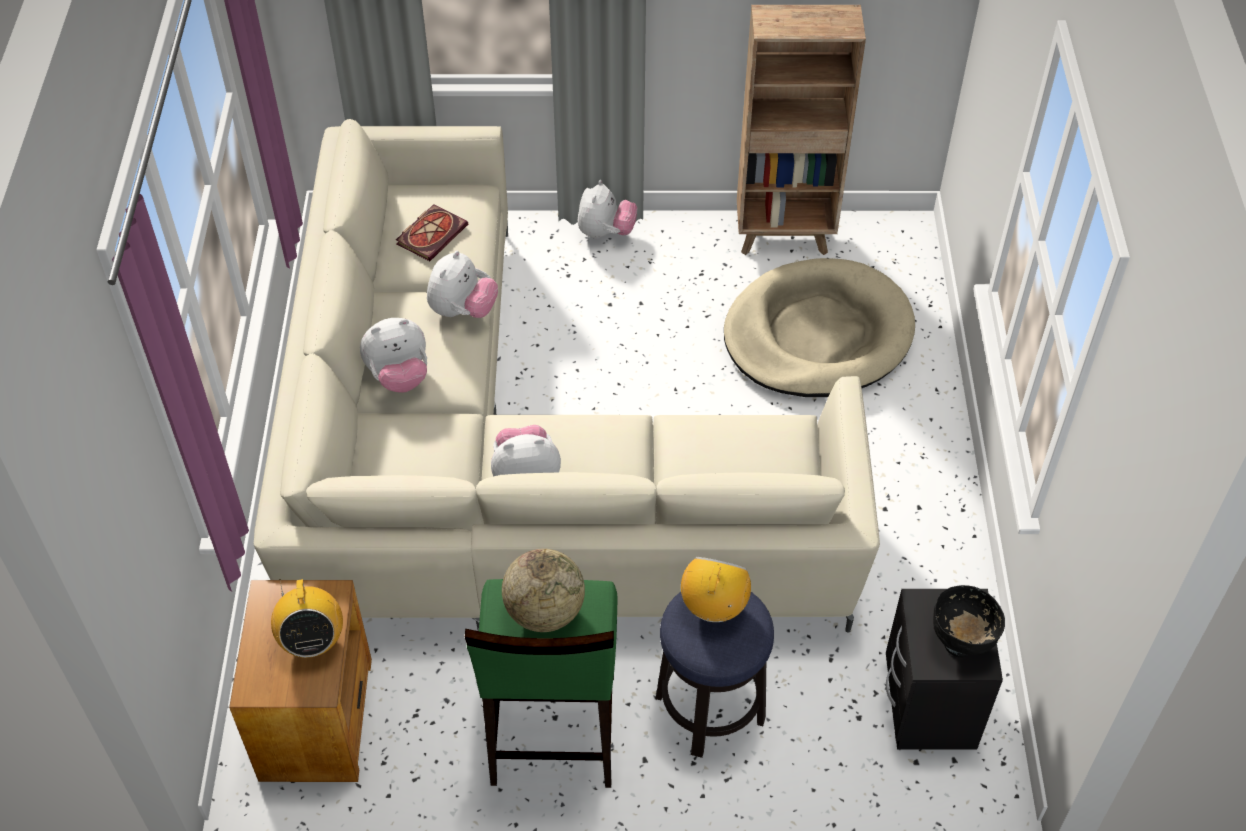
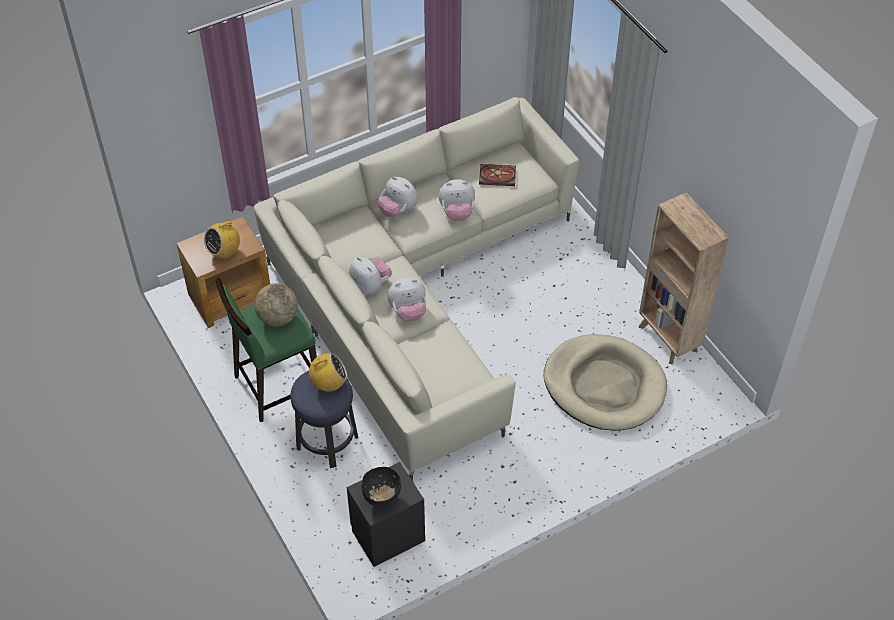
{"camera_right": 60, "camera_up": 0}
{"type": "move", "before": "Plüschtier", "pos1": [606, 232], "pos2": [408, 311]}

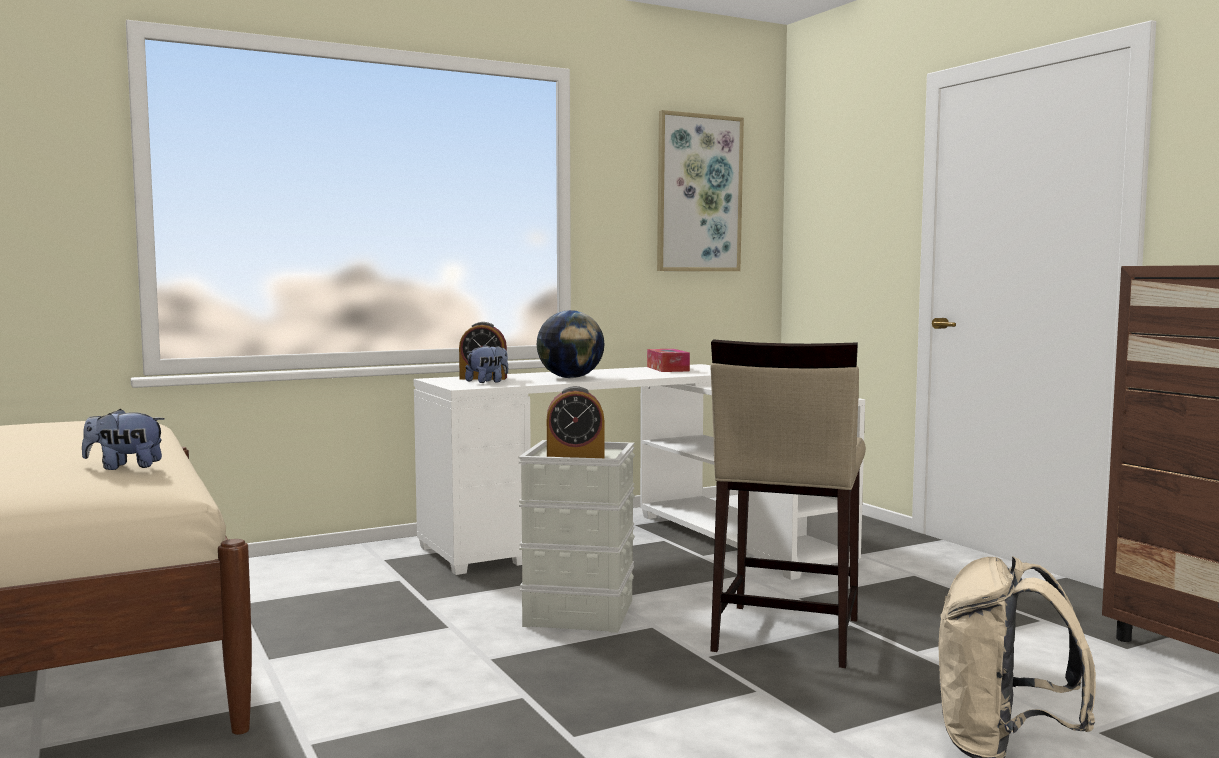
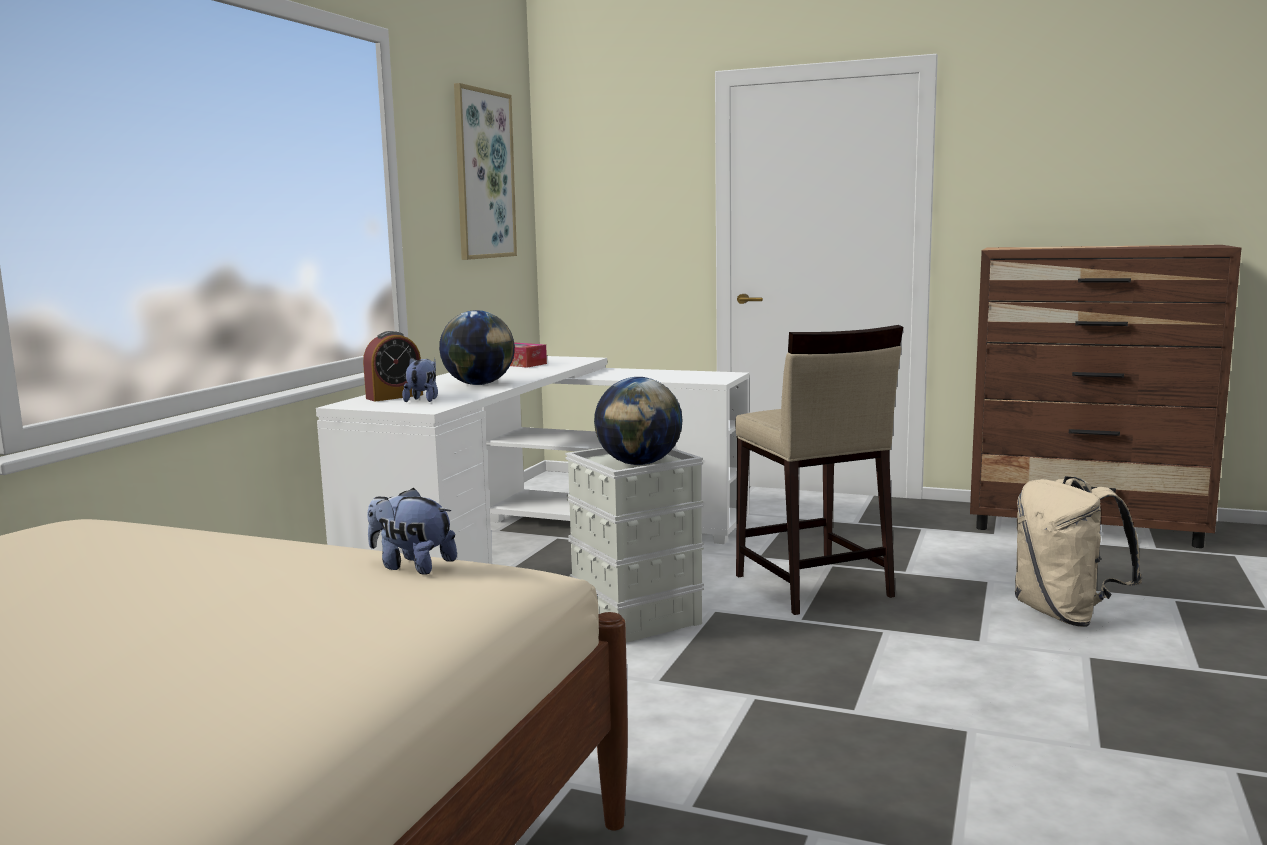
{"camera_right": -40, "camera_up": 5}
{"type": "rotate", "before": "Plüschtier", "pos1": [125, 467], "pos2": [411, 566], "turn": 75}
{"type": "replace", "before": "Wecker", "after": "Globus", "pos1": [575, 457], "pos2": [639, 463]}

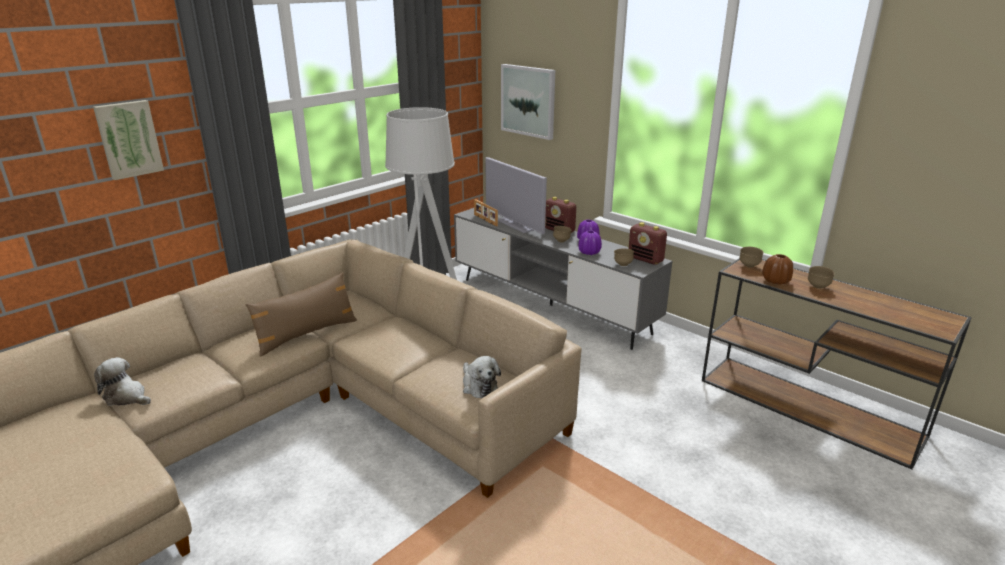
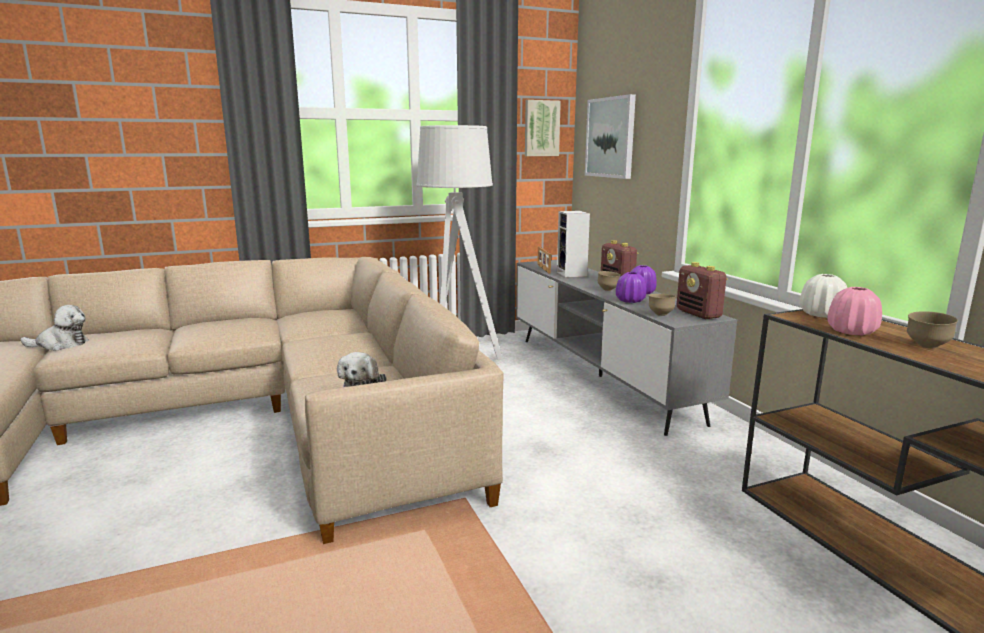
{"camera_right": 25, "camera_up": -10}
{"type": "rotate", "before": "Plüschtier", "pos1": [127, 397], "pos2": [61, 345], "turn": 120}
{"type": "move", "before": "Bild", "pos1": [128, 139], "pos2": [541, 128]}
{"type": "replace", "before": "Fernseher", "after": "Lautsprecher", "pos1": [516, 224], "pos2": [572, 274]}
{"type": "replace", "before": "Schüssel [braun]", "after": "Vase [weiß]", "pos1": [749, 266], "pos2": [821, 315]}
{"type": "recolor", "before": "Vase [braun]", "after": "Vase [rosa]", "pos1": [775, 281], "pos2": [851, 332]}
{"type": "delete", "before": "Kissen [braun]", "pos1": [306, 334]}

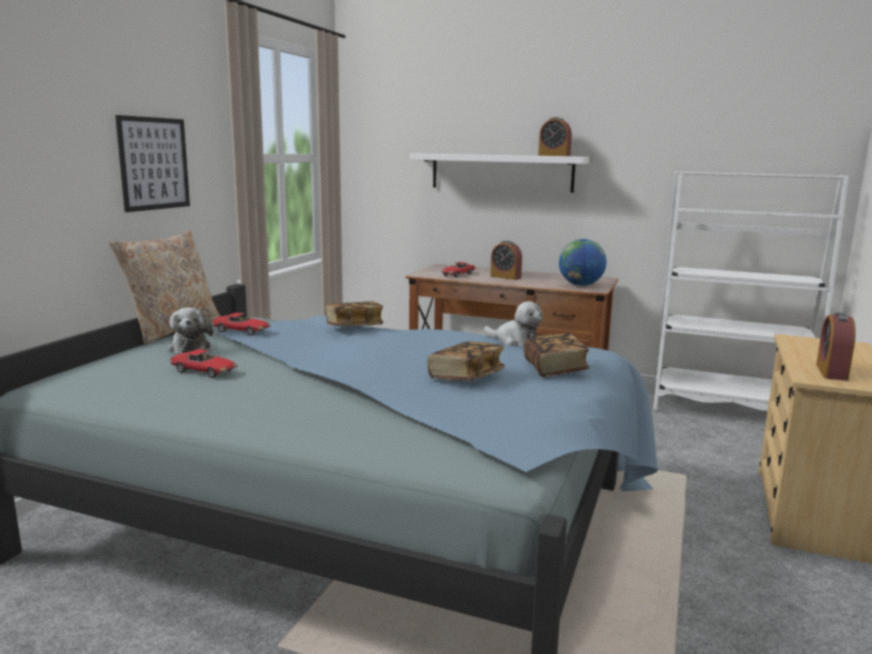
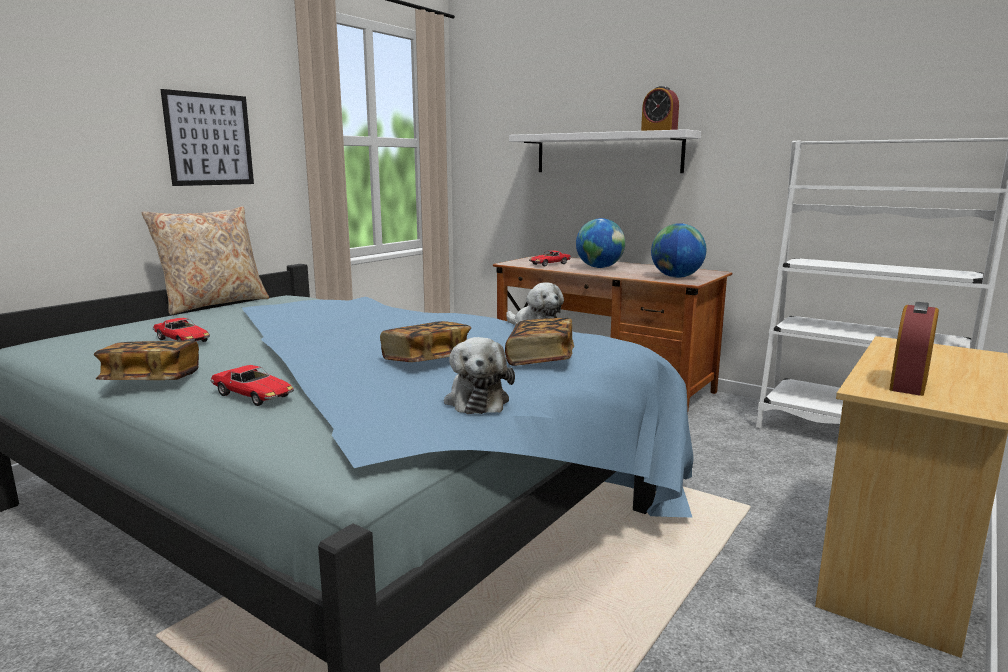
{"camera_right": 15, "camera_up": 0}
{"type": "move", "before": "Buch", "pos1": [354, 327], "pos2": [152, 380]}
{"type": "move", "before": "Spielzeugauto", "pos1": [242, 331], "pos2": [254, 396]}
{"type": "move", "before": "Plüschtier", "pos1": [189, 347], "pos2": [477, 400]}
{"type": "replace", "before": "Wecker", "after": "Globus", "pos1": [505, 277], "pos2": [599, 267]}

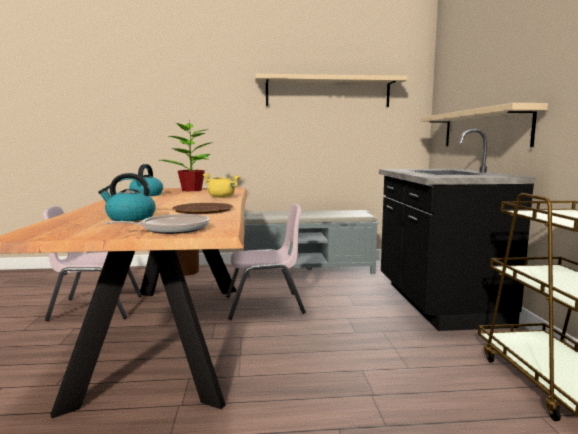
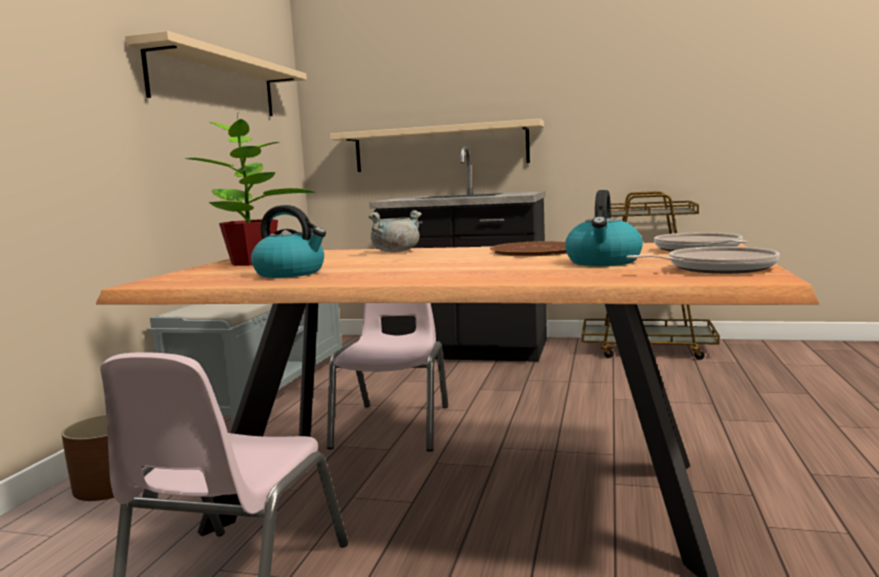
{"camera_right": -70, "camera_up": 0}
{"type": "recolor", "before": "Kochtopf [gelb]", "after": "Kochtopf [grau]", "pos1": [222, 197], "pos2": [396, 251]}
{"type": "insert", "after": "Pfanne", "pos2": [715, 268]}

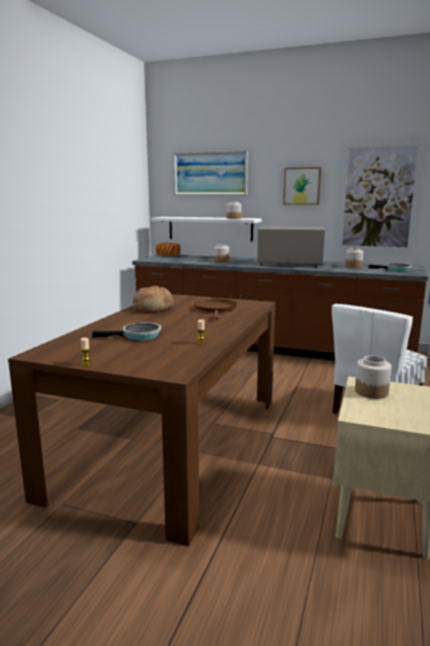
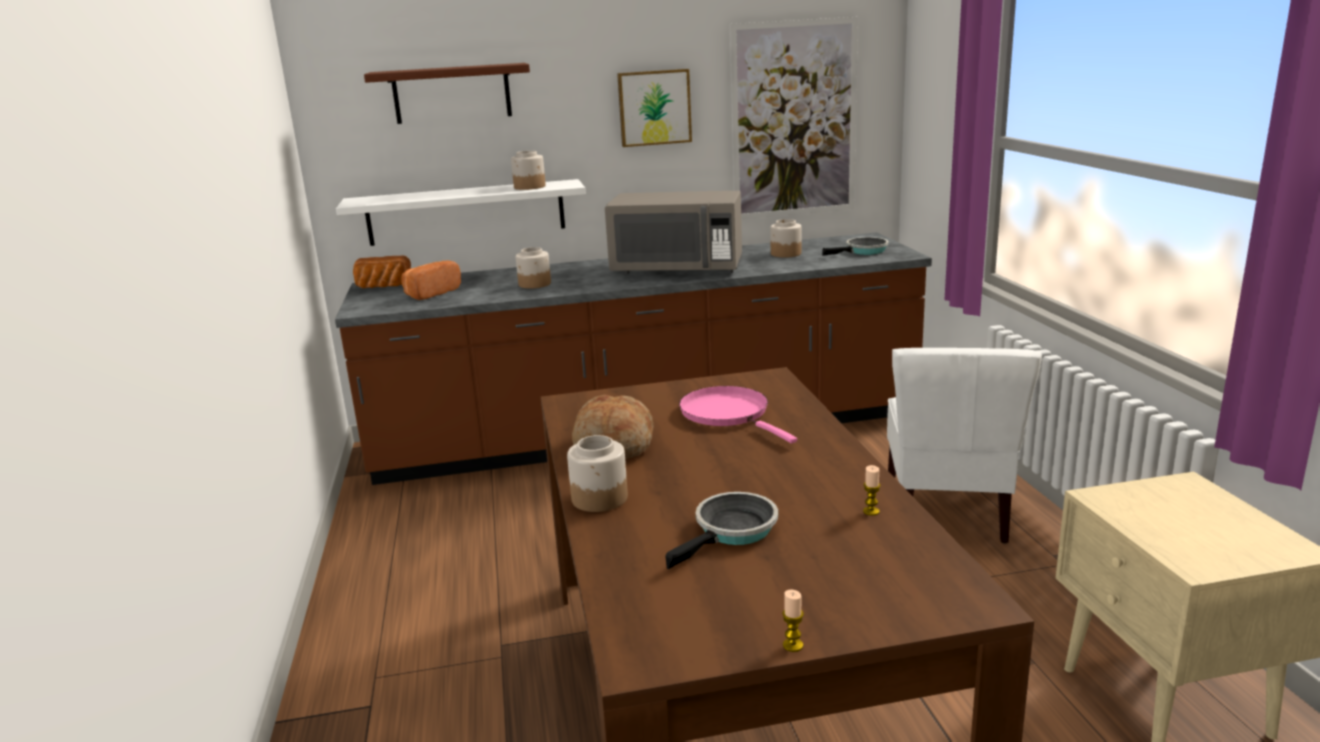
{"camera_right": -30, "camera_up": 5}
{"type": "replace", "before": "Bild", "after": "Wandregal [braun]", "pos1": [210, 174], "pos2": [452, 93]}
{"type": "insert", "after": "Brot", "pos2": [430, 293]}
{"type": "move", "before": "Vorratsglas", "pos1": [371, 392], "pos2": [600, 498]}
{"type": "rotate", "before": "Mikrowelle [grau]", "pos1": [290, 264], "pos2": [677, 269], "turn": -150}
{"type": "recolor", "before": "Pfanne [braun]", "after": "Pfanne [rosa]", "pos1": [216, 309], "pos2": [728, 414]}

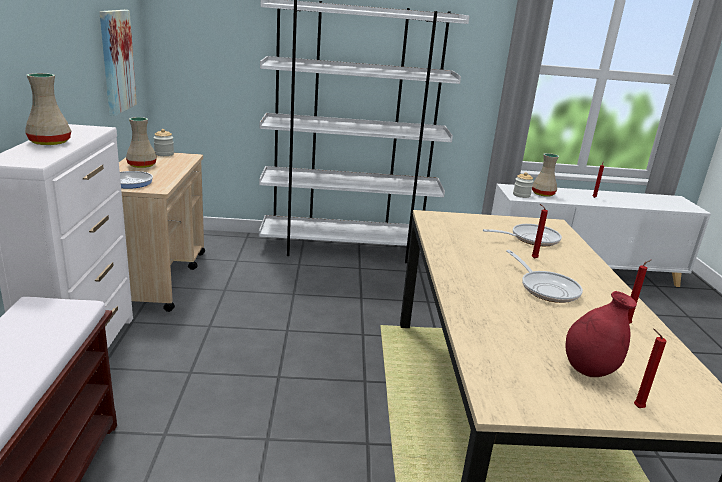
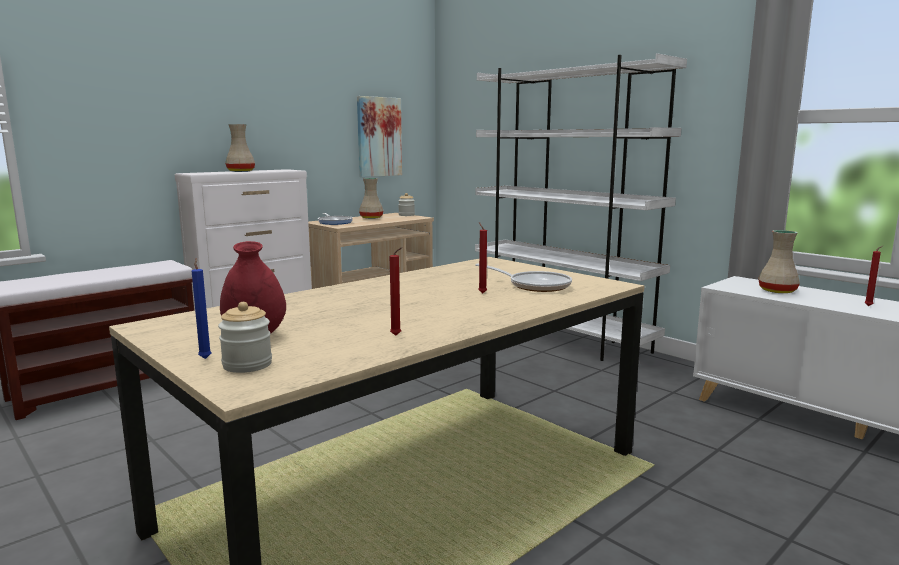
{"camera_right": 50, "camera_up": -10}
{"type": "recolor", "before": "Kerze [rot]", "after": "Kerze [blau]", "pos1": [636, 407], "pos2": [205, 358]}
{"type": "move", "before": "Vorratsglas", "pos1": [521, 195], "pos2": [247, 365]}
{"type": "delete", "before": "Pfanne", "pos1": [546, 288]}

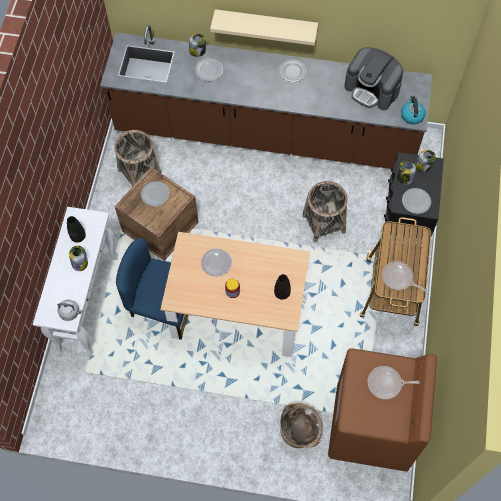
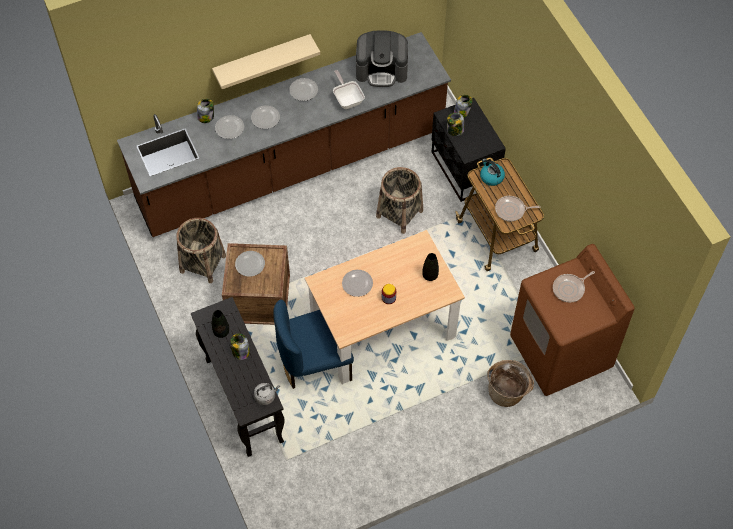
{"camera_right": -35, "camera_up": -5}
{"type": "recolor", "before": "Konsolentisch [weiß]", "after": "Konsolentisch [schwarz]", "pos1": [88, 301], "pos2": [243, 399]}
{"type": "move", "before": "Teller", "pos1": [415, 202], "pos2": [265, 118]}
{"type": "insert", "after": "Pfanne", "pos2": [347, 99]}
{"type": "move", "before": "Wasserkessel", "pos1": [412, 115], "pos2": [491, 177]}

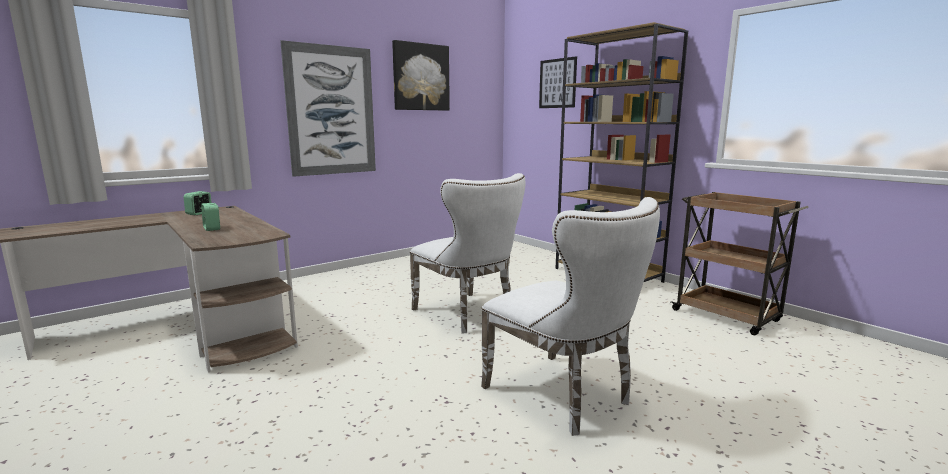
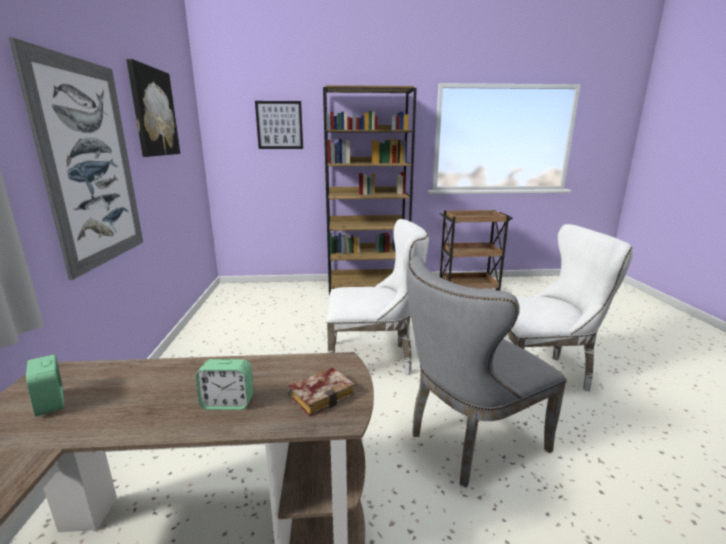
{"camera_right": -55, "camera_up": 5}
{"type": "insert", "after": "Buch", "pos2": [322, 394]}
{"type": "insert", "after": "Stuhl [grau]", "pos2": [469, 442]}

